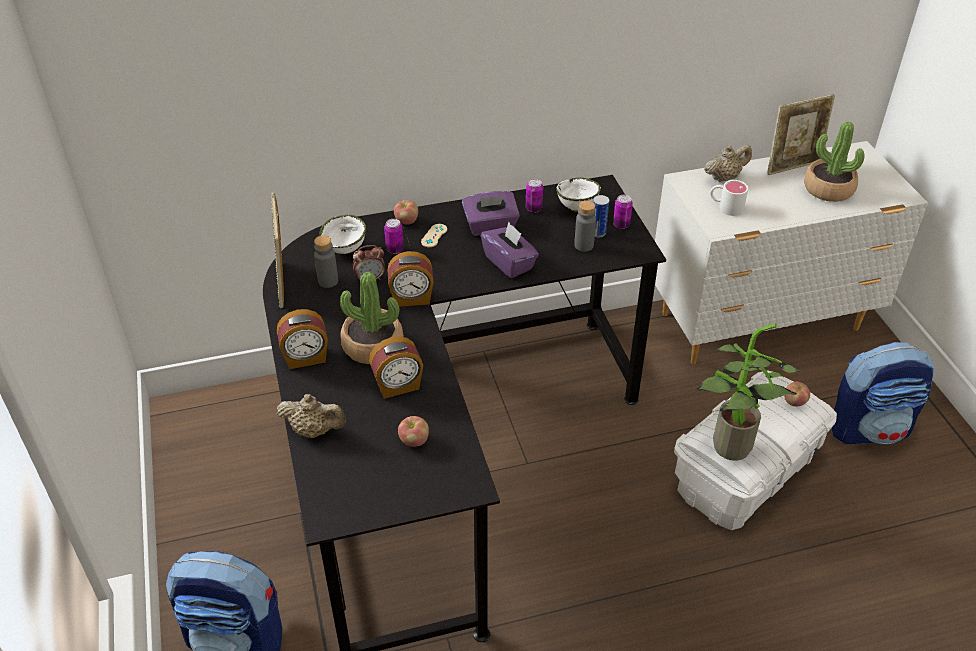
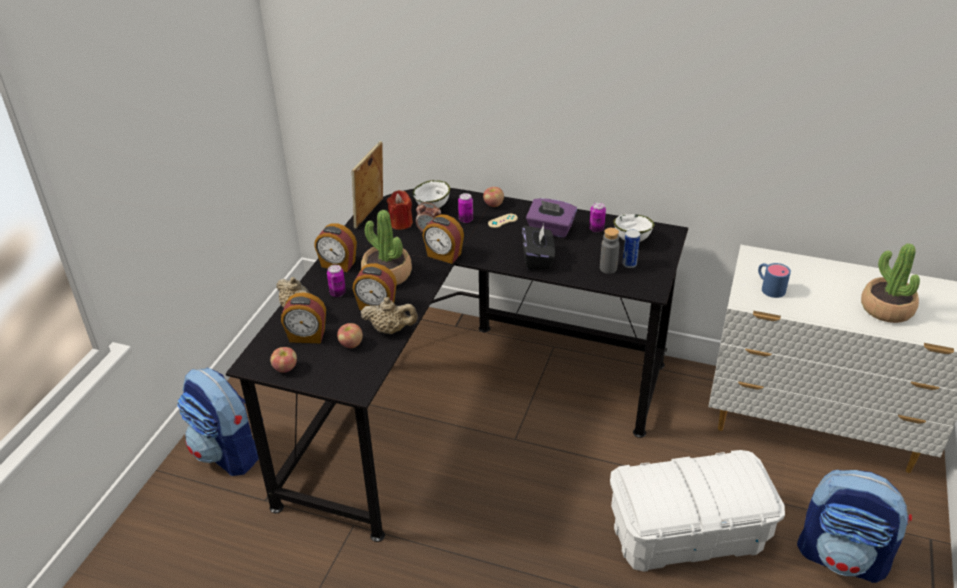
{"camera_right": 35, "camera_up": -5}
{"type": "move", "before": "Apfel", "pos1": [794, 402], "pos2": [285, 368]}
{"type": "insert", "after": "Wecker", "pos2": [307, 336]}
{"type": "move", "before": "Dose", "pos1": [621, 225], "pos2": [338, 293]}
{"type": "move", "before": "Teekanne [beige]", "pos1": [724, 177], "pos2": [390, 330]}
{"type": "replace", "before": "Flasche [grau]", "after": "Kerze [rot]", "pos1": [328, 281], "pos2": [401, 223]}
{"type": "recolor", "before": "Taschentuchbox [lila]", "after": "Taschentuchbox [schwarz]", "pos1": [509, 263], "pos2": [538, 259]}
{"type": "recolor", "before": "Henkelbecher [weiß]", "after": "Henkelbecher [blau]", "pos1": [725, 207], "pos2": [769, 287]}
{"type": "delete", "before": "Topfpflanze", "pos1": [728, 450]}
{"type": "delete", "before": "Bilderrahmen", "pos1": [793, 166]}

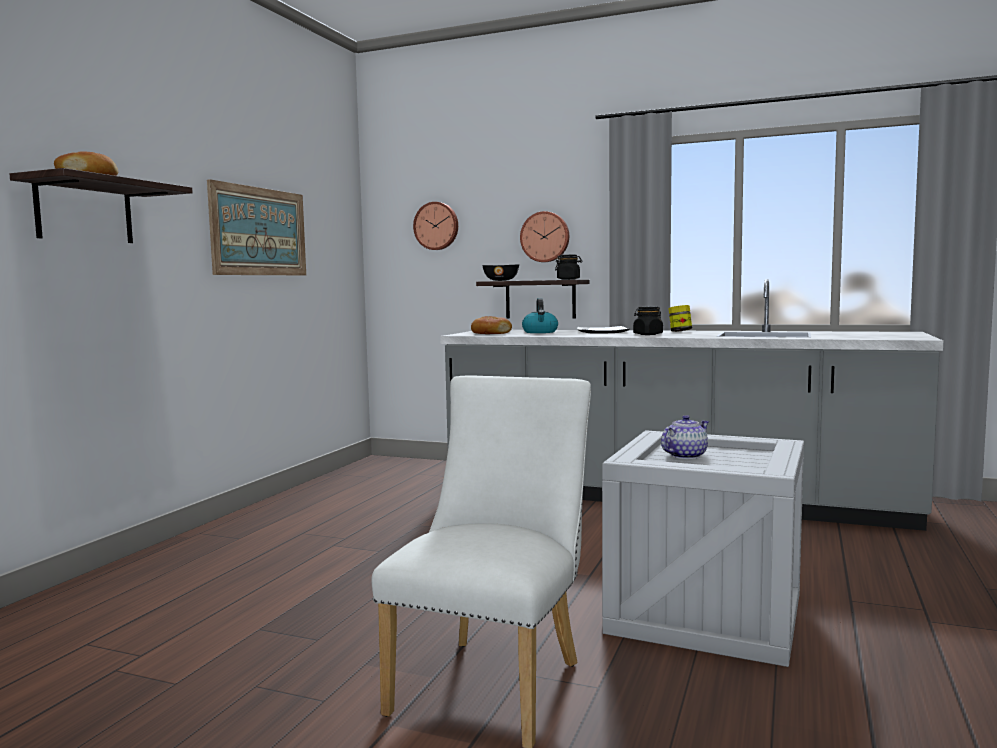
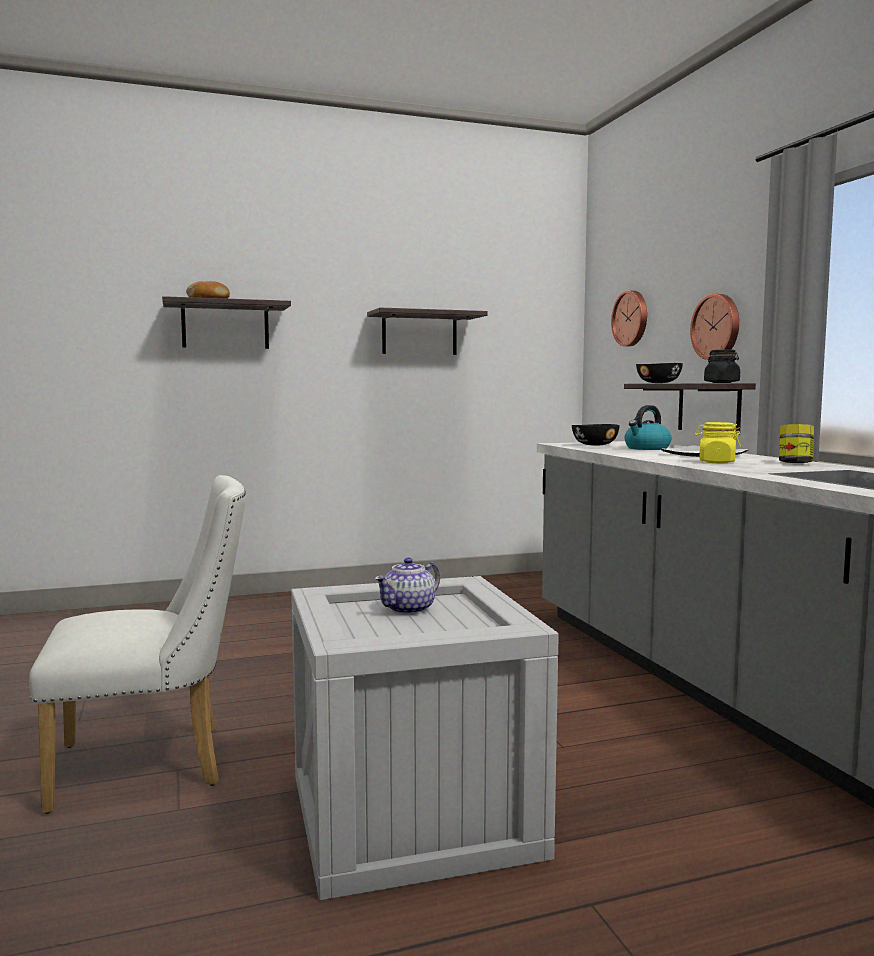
{"camera_right": 50, "camera_up": 0}
{"type": "replace", "before": "Bild", "after": "Wandregal", "pos1": [259, 231], "pos2": [419, 334]}
{"type": "rotate", "before": "Teekanne", "pos1": [684, 456], "pos2": [409, 609], "turn": 120}
{"type": "replace", "before": "Brot", "after": "Schüssel [schwarz]", "pos1": [490, 333], "pos2": [595, 445]}
{"type": "recolor", "before": "Vorratsglas [schwarz]", "after": "Vorratsglas [gelb]", "pos1": [647, 334], "pos2": [716, 462]}

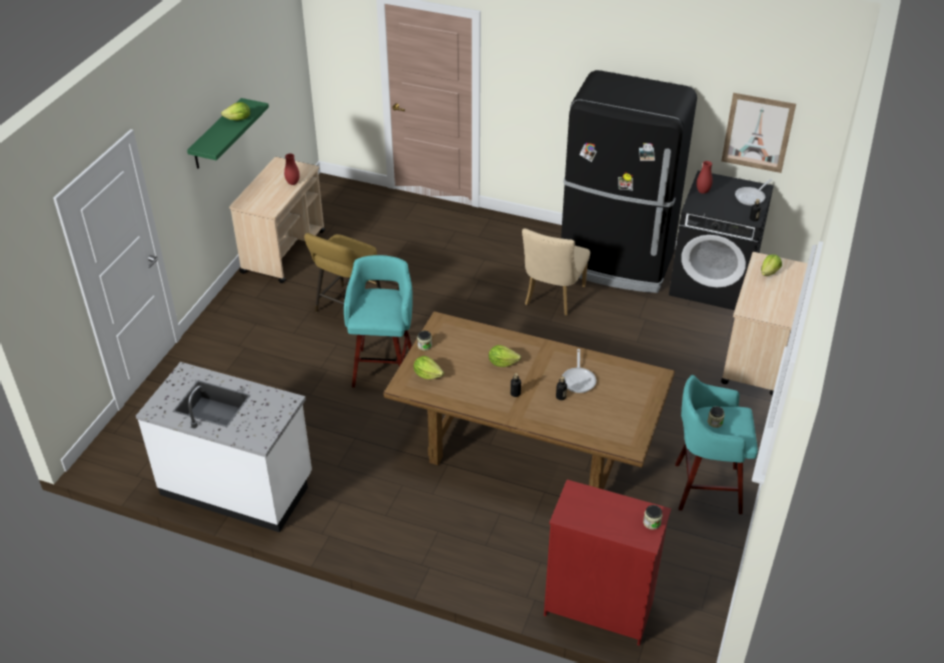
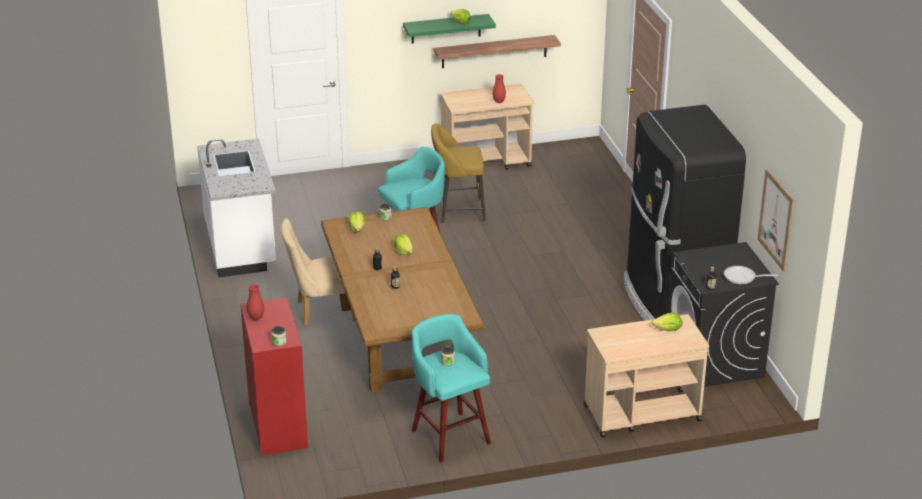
{"camera_right": 55, "camera_up": -10}
{"type": "move", "before": "Vase [rot]", "pos1": [702, 191], "pos2": [256, 318]}
{"type": "move", "before": "Stuhl [beige]", "pos1": [552, 298], "pos2": [321, 312]}
{"type": "insert", "after": "Wandregal", "pos2": [494, 51]}
{"type": "delete", "before": "Pfanne", "pos1": [578, 380]}

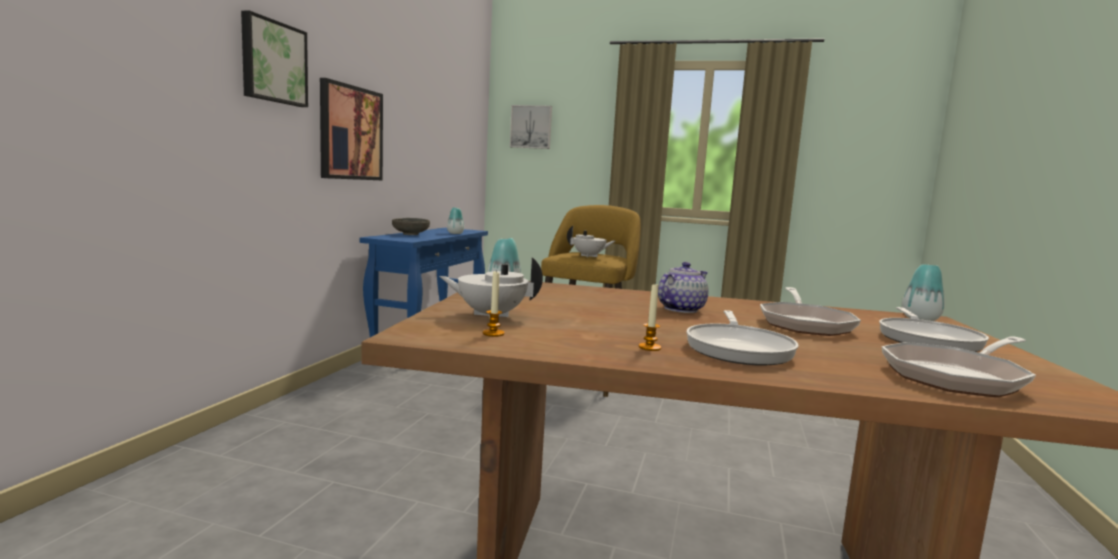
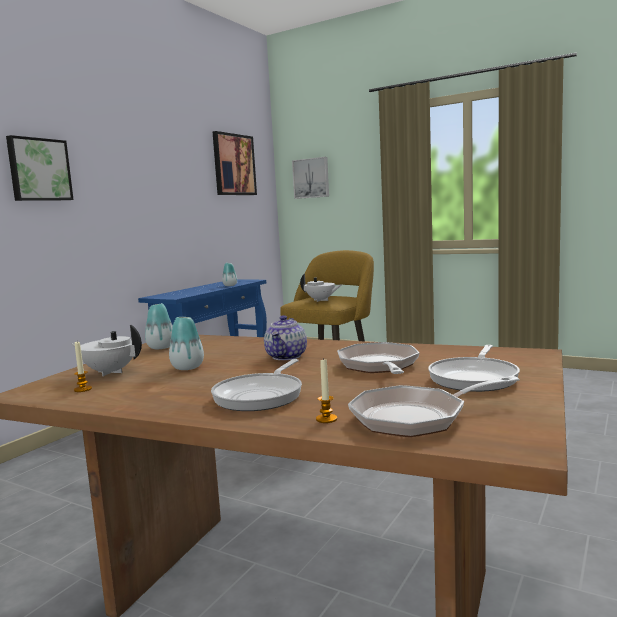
{"camera_right": 15, "camera_up": 0}
{"type": "move", "before": "Vase", "pos1": [920, 319], "pos2": [187, 367]}
{"type": "move", "before": "Bild", "pos1": [350, 133], "pos2": [234, 165]}
{"type": "rotate", "before": "Teekanne", "pos1": [680, 309], "pos2": [287, 356], "turn": 135}
{"type": "move", "before": "Kerze", "pos1": [649, 347], "pos2": [326, 419]}
{"type": "rotate", "before": "Pfanne", "pos1": [804, 323], "pos2": [379, 366], "turn": 150}
{"type": "delete", "before": "Schüssel [grau]", "pos1": [411, 234]}

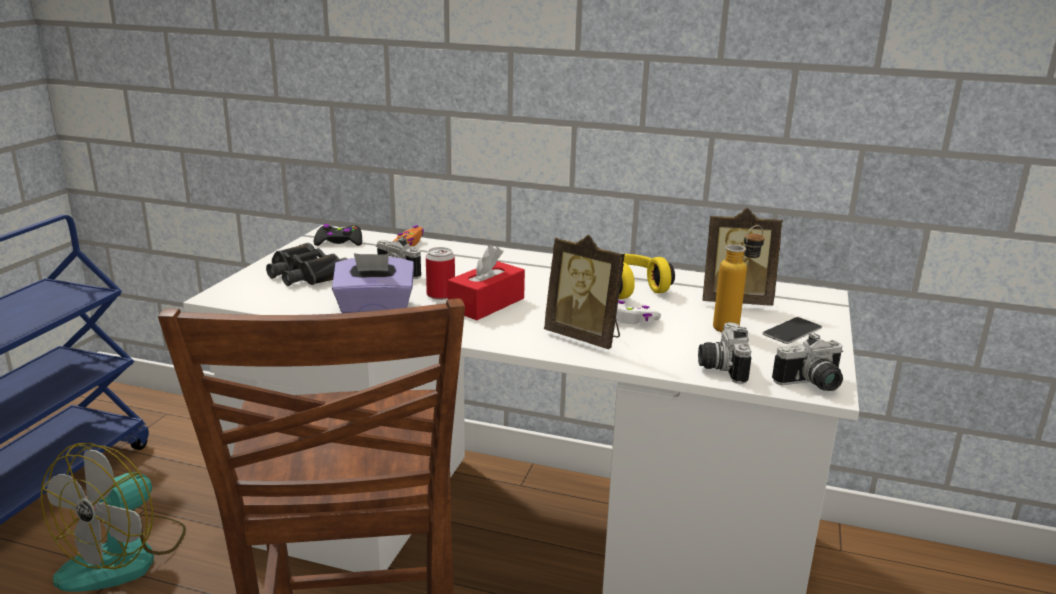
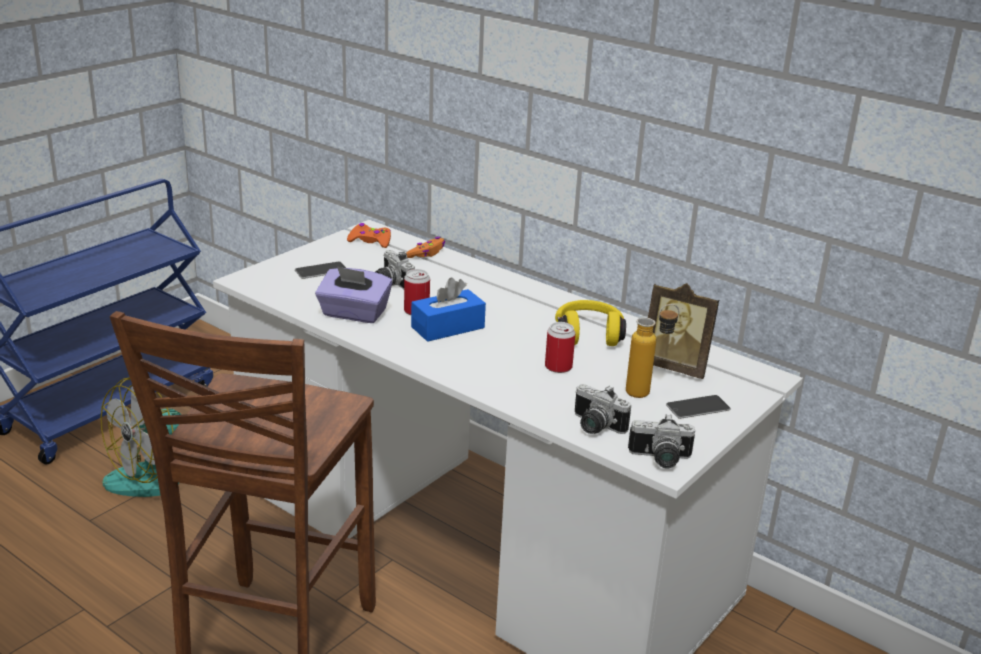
{"camera_right": 20, "camera_up": 5}
{"type": "replace", "before": "Fernglas [schwarz]", "after": "Handy", "pos1": [305, 274], "pos2": [321, 270]}
{"type": "recolor", "before": "Gamepad [schwarz]", "after": "Gamepad [orange]", "pos1": [339, 242], "pos2": [370, 241]}
{"type": "recolor", "before": "Taschentuchbox [rot]", "after": "Taschentuchbox [blau]", "pos1": [486, 304], "pos2": [447, 327]}
{"type": "replace", "before": "Gamepad [weiß]", "after": "Dose", "pos1": [630, 320], "pos2": [558, 367]}
{"type": "rotate", "before": "Kamera", "pos1": [720, 367], "pos2": [594, 427], "turn": -75}
{"type": "delete", "before": "Bilderrahmen", "pos1": [585, 337]}

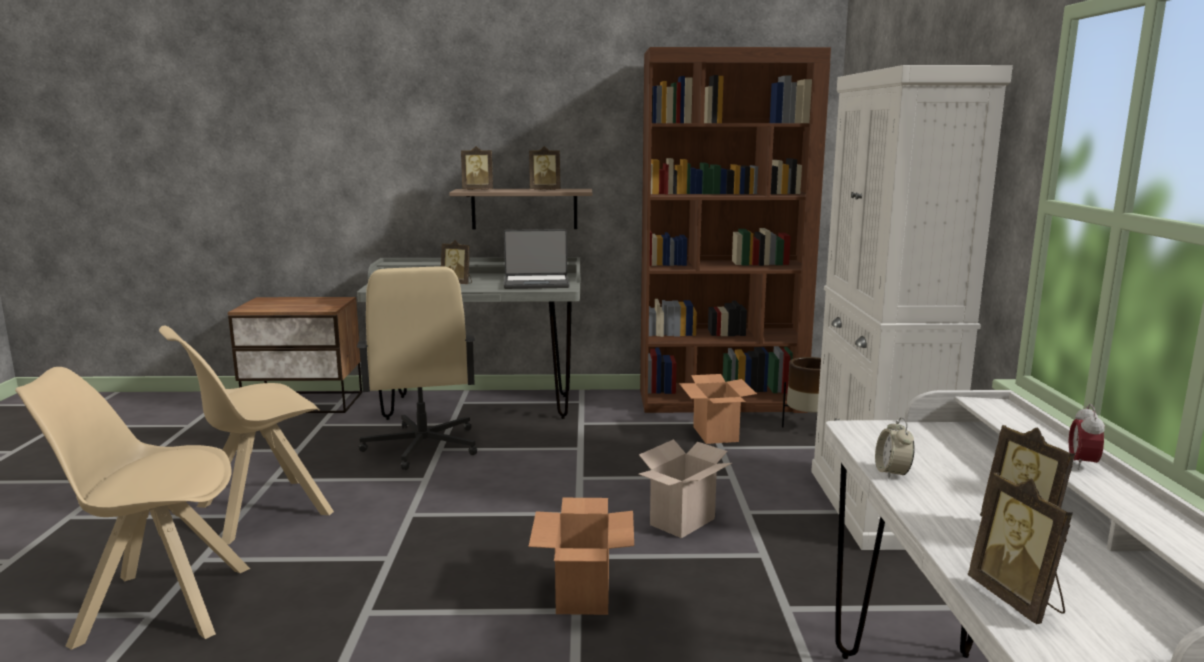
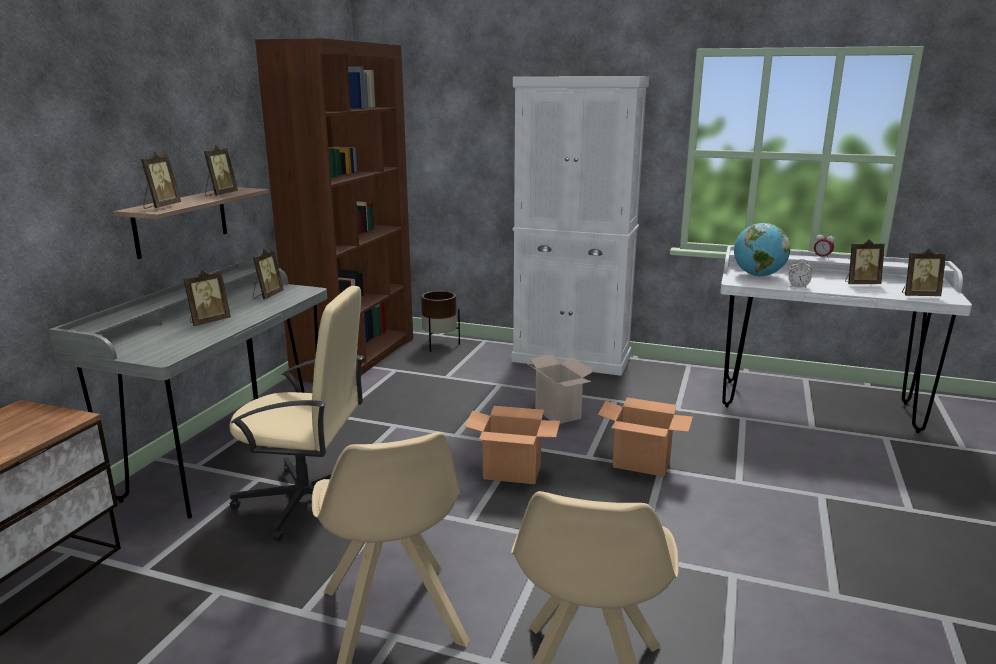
{"camera_right": -70, "camera_up": 5}
{"type": "replace", "before": "Laptop", "after": "Bilderrahmen", "pos1": [536, 283], "pos2": [267, 296]}
{"type": "move", "before": "Karton", "pos1": [716, 434], "pos2": [513, 472]}
{"type": "insert", "after": "Globus", "pos2": [758, 275]}

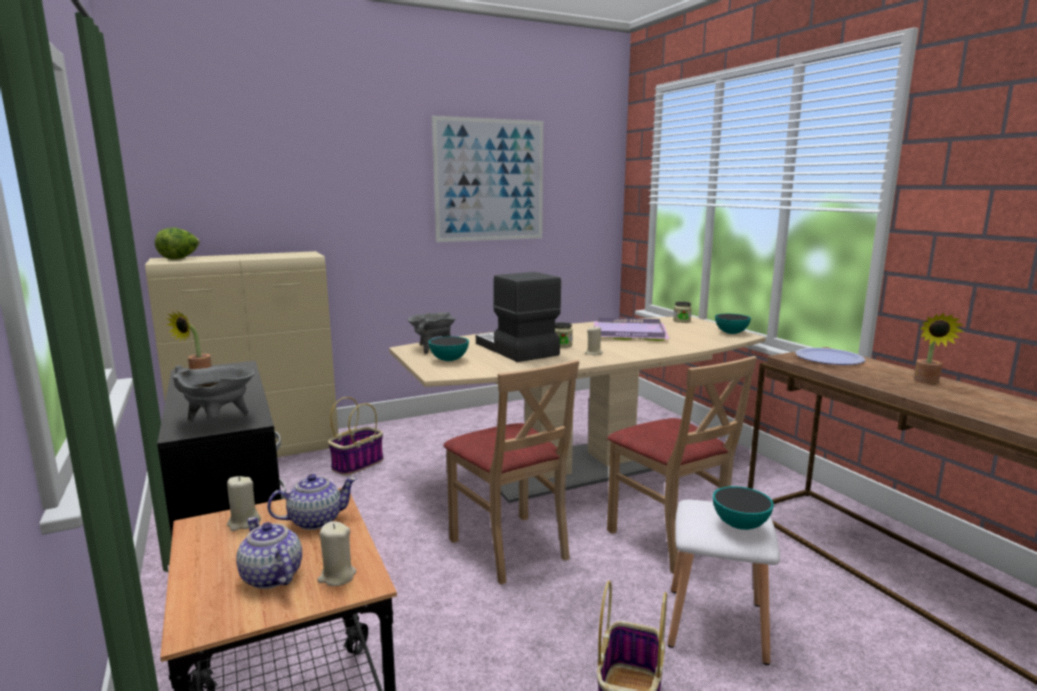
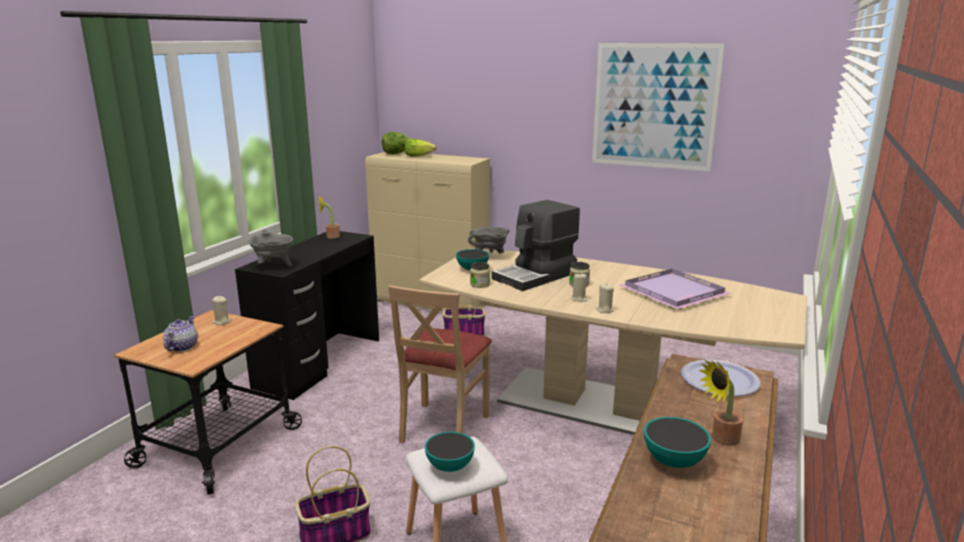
{"camera_right": 50, "camera_up": 5}
{"type": "insert", "after": "Salatkopf", "pos2": [419, 156]}
{"type": "move", "before": "Vorratsglas", "pos1": [681, 321], "pos2": [480, 284]}
{"type": "rotate", "before": "Kaffeemaschine", "pos1": [515, 349], "pos2": [536, 276], "turn": -150}
{"type": "move", "before": "Kerze [beige]", "pos1": [337, 576], "pos2": [604, 310]}
{"type": "move", "before": "Schüssel", "pos1": [731, 333], "pos2": [674, 461]}
{"type": "delete", "before": "Teekanne", "pos1": [315, 520]}
{"type": "delete", "before": "Stuhl [beige]", "pos1": [669, 539]}

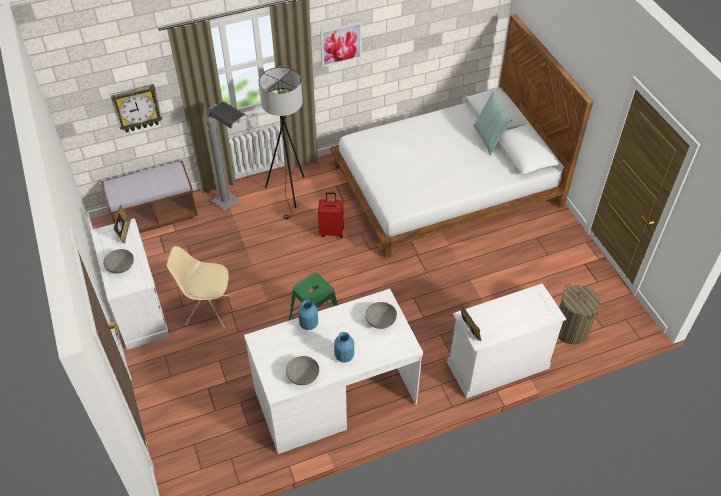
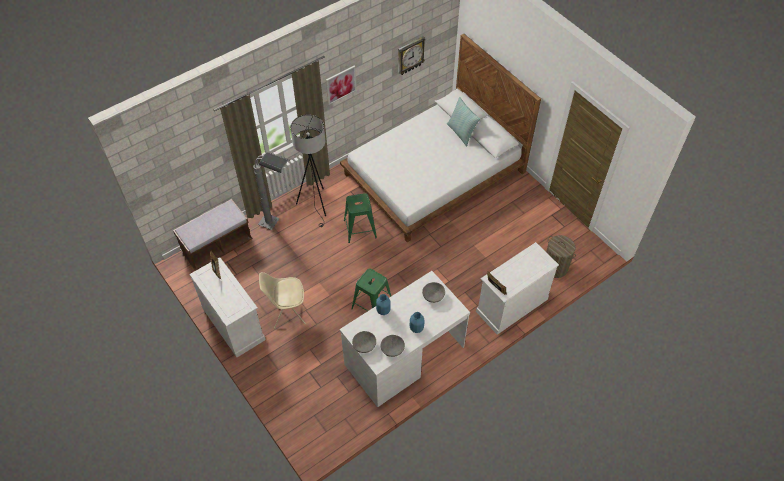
{"camera_right": -15, "camera_up": 5}
{"type": "replace", "before": "Koffer [rot]", "after": "Hocker [grün]", "pos1": [332, 231], "pos2": [360, 229]}
{"type": "move", "before": "Schüssel [grau]", "pos1": [120, 266], "pos2": [364, 345]}
{"type": "move", "before": "Wanduhr", "pos1": [137, 108], "pos2": [410, 55]}

